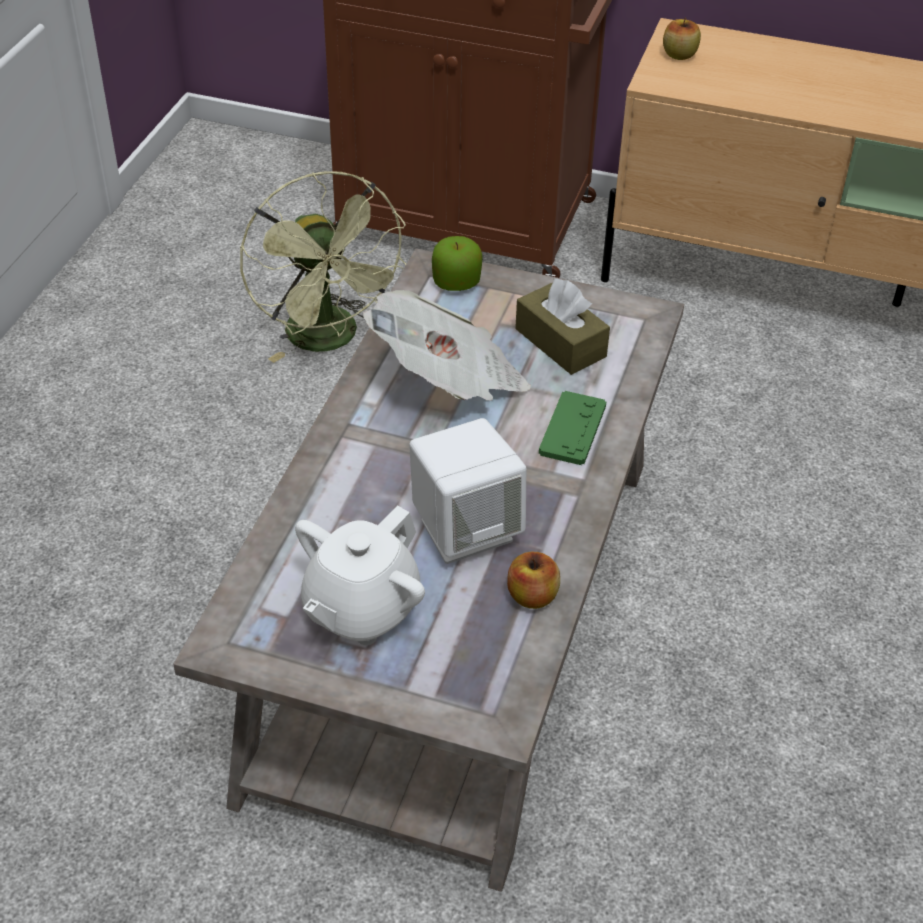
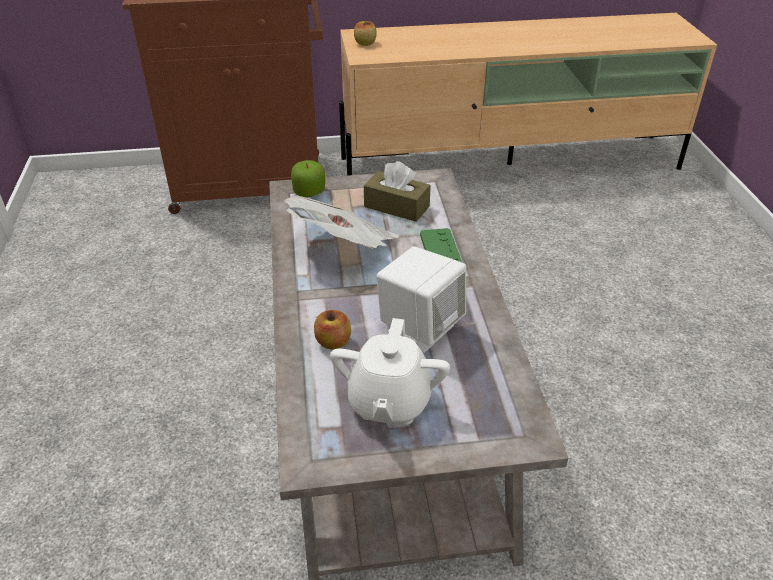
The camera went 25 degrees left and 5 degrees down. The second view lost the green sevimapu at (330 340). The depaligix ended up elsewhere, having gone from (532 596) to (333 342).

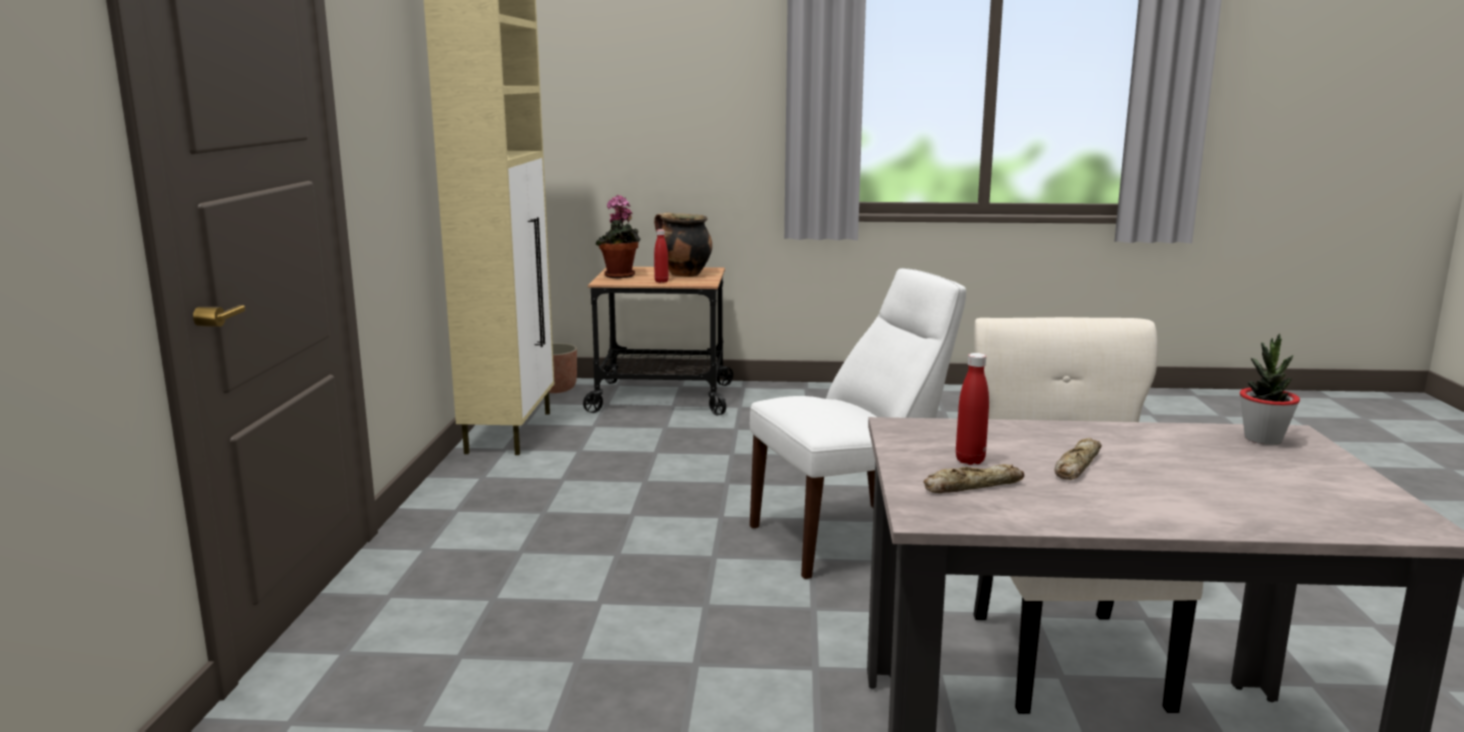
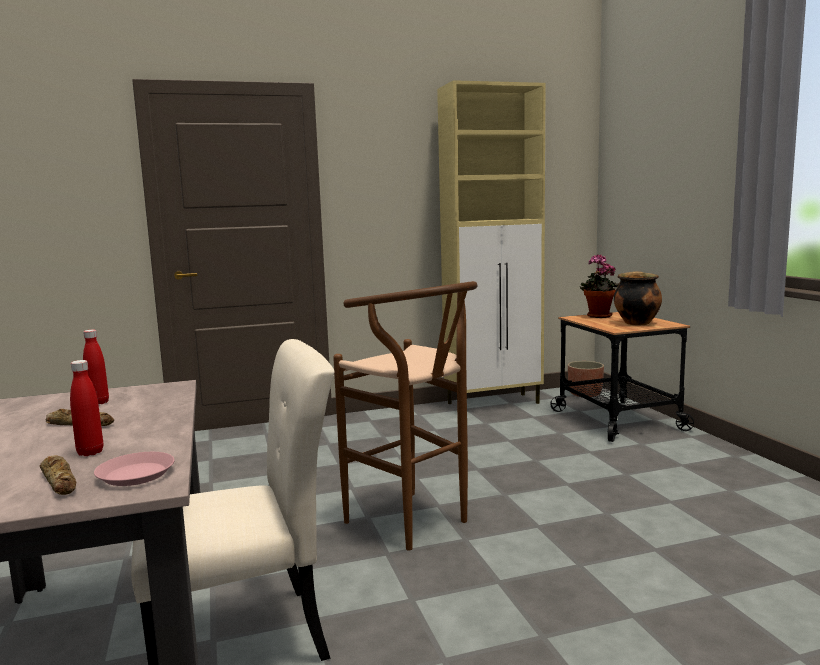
The camera went 70 degrees right and 5 degrees down. The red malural ended up elsewhere, having gone from (661 281) to (90 452). The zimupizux ended up elsewhere, having gone from (972 486) to (60 481). Where the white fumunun stood at (852 537), the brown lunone came to stand at (416 524). Where the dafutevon stood at (1263 439), the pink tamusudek came to stand at (136 474).

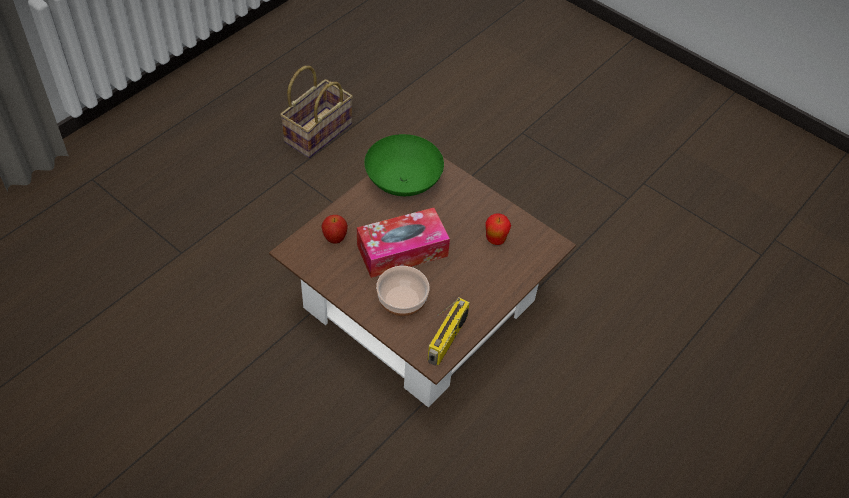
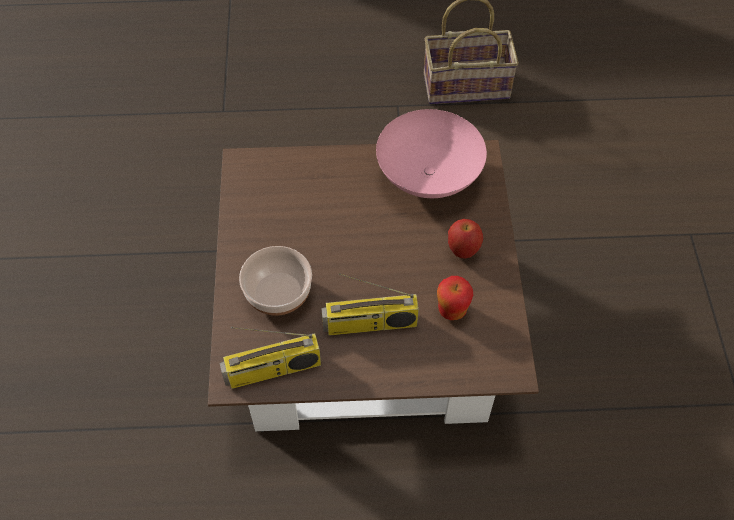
The camera went 50 degrees right and 5 degrees up. The second view lost the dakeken at (402 250). The second view gained the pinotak at (369 325). The depaligix ended up elsewhere, having gone from (335 239) to (463 251). What was the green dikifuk at (404 183) turned into the pink dikifuk at (429 178).

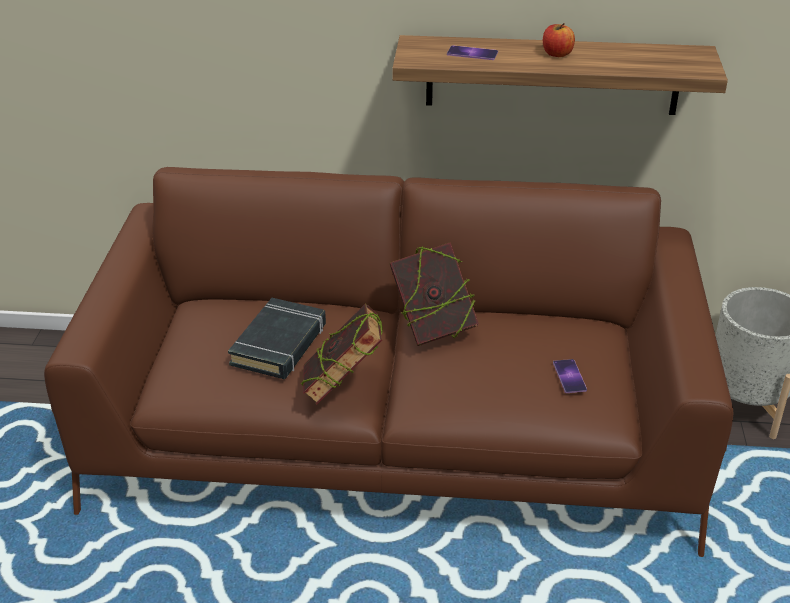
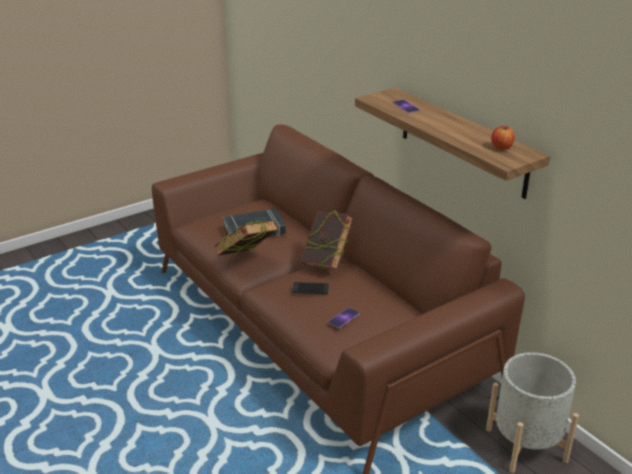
The camera went 50 degrees right and 5 degrees down. The second view gained the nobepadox at (310 289). The depaligix ended up elsewhere, having gone from (557 54) to (501 147).

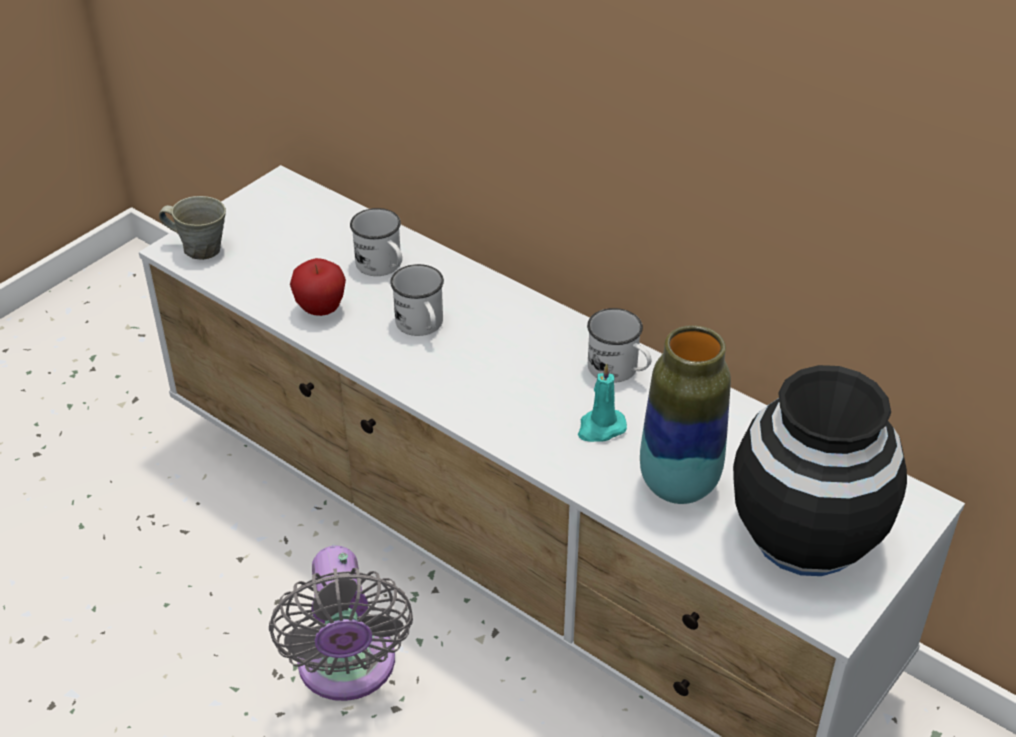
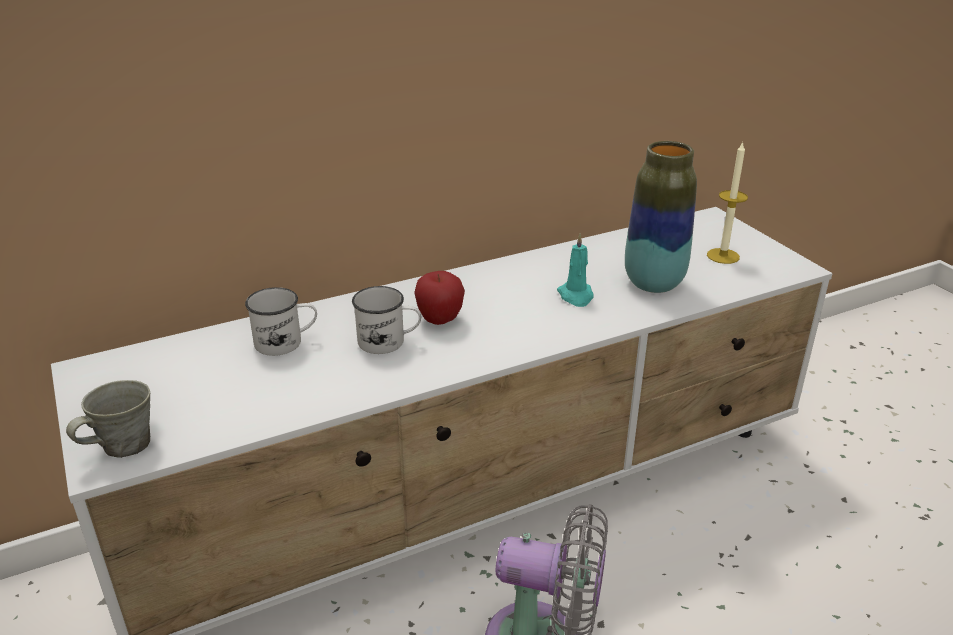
The camera went 65 degrees left and 10 degrees down. The second view lost the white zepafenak at (619 370). The depaligix ended up elsewhere, having gone from (321 310) to (440 320). Where the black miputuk stood at (805 535), the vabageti came to stand at (723 256).

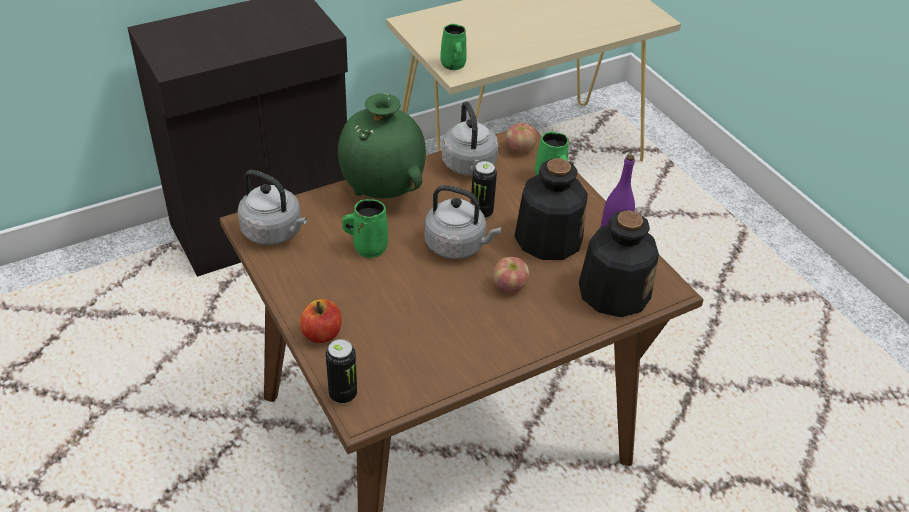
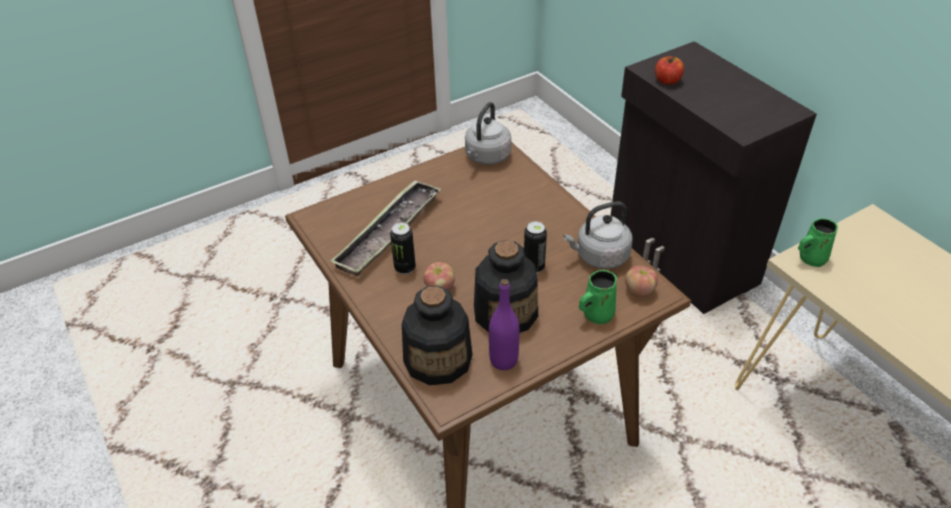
The camera went 90 degrees right and 0 degrees up. The second view lost the green miputuk at (383 191). The second view lost the green zepafenak at (368 247). The second view lost the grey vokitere at (458 245). The second view gained the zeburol at (388 232). The depaligix ended up elsewhere, having gone from (322 333) to (667 81). The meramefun ended up elsewhere, having gone from (343 394) to (405 268).

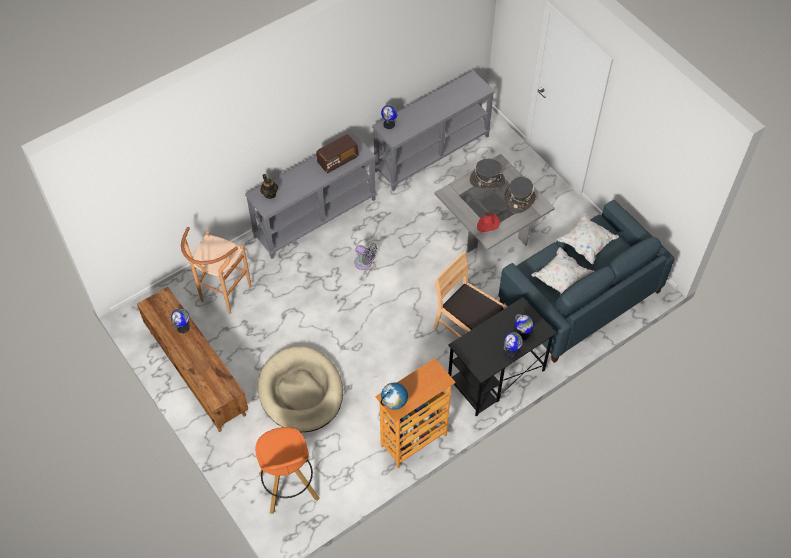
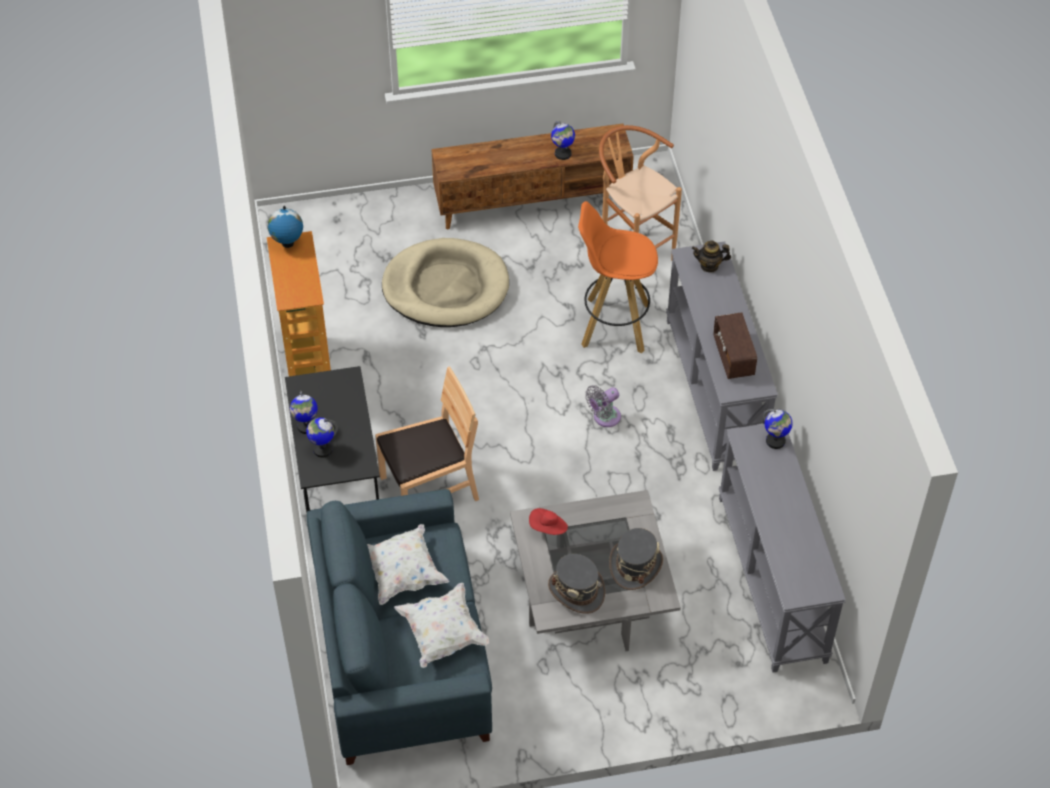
The camera went 115 degrees right and 5 degrees down. The orange lunone ended up elsewhere, having gone from (289 487) to (613 325).

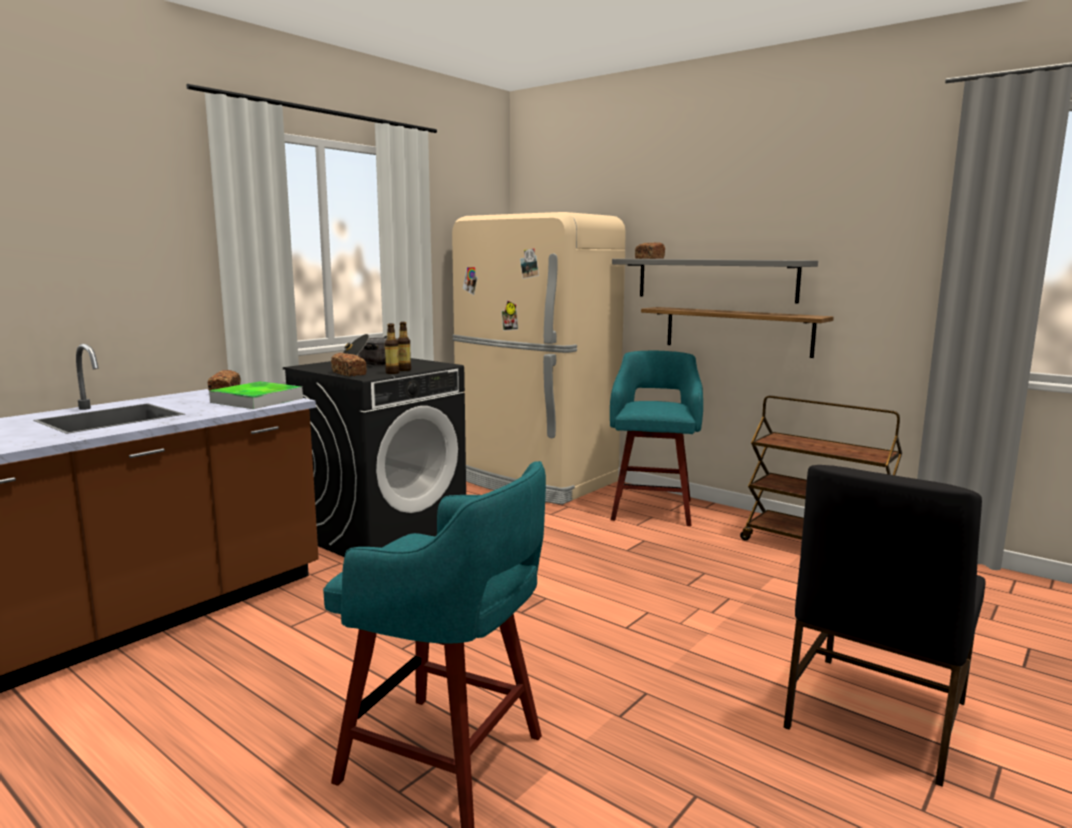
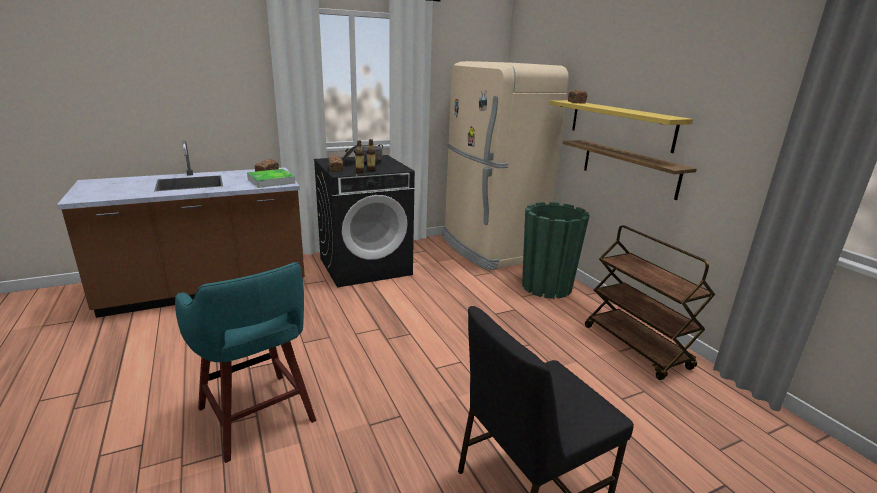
The camera went 25 degrees right and 10 degrees up. Where the turquoise lunone stood at (652 508), the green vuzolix came to stand at (546 287). What was the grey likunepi at (715 279) turned into the yellow likunepi at (620 124).

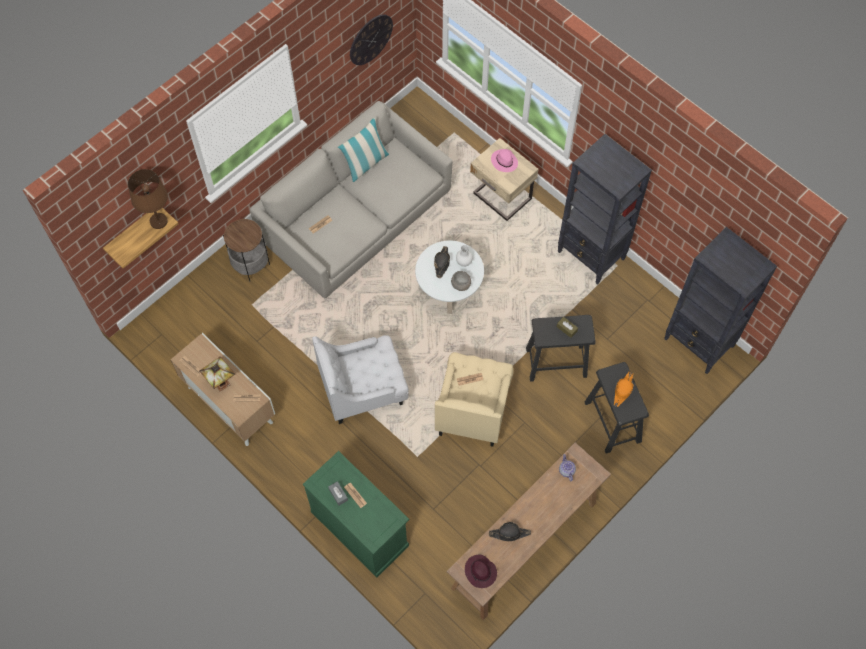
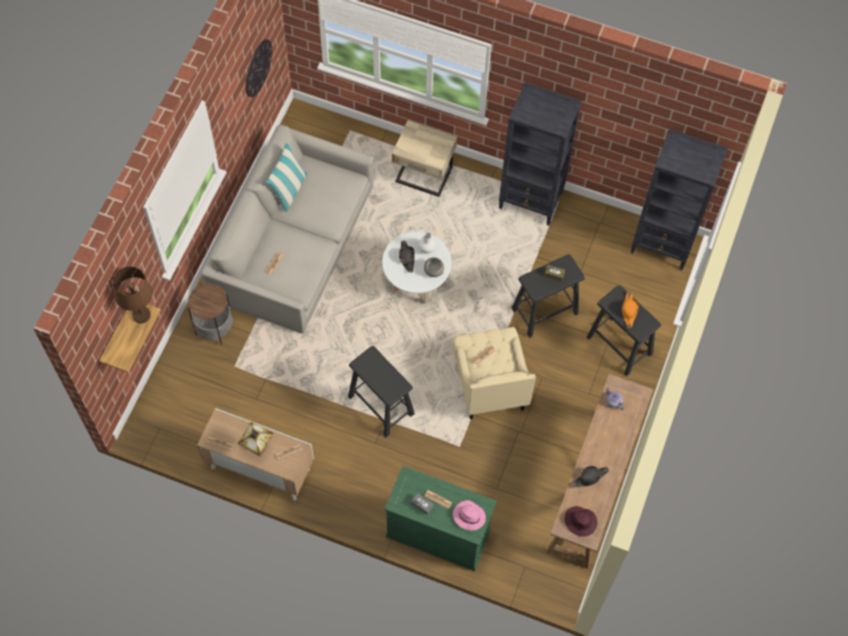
The camera went 25 degrees left and 0 degrees up. The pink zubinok ended up elsewhere, having gone from (504 161) to (468 516). Where the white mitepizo stood at (364 390), the black lunone came to stand at (380 405).

